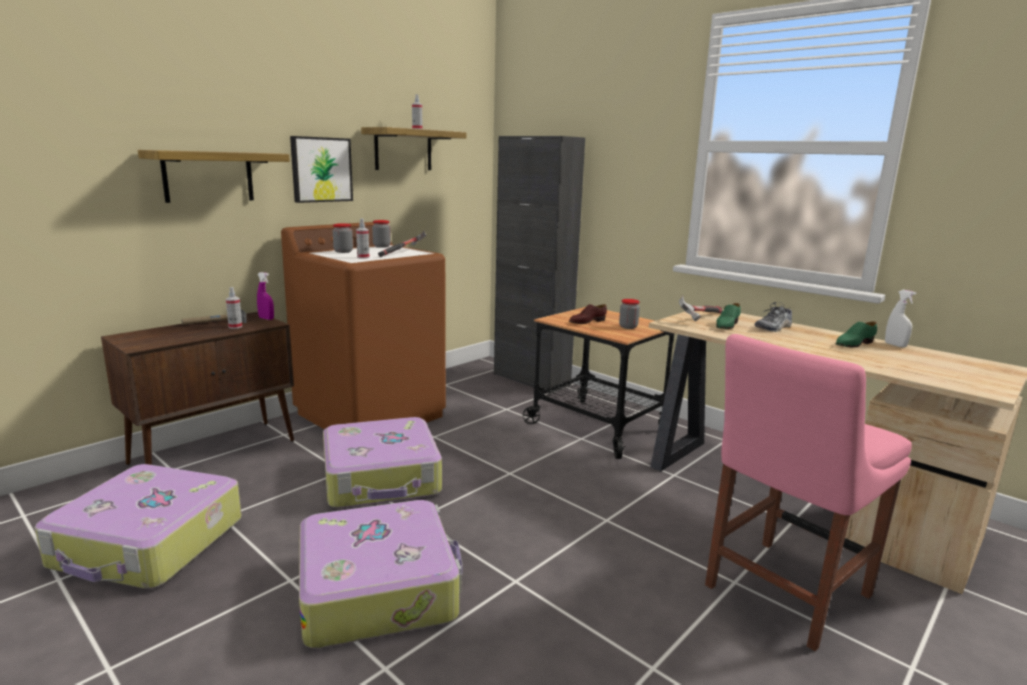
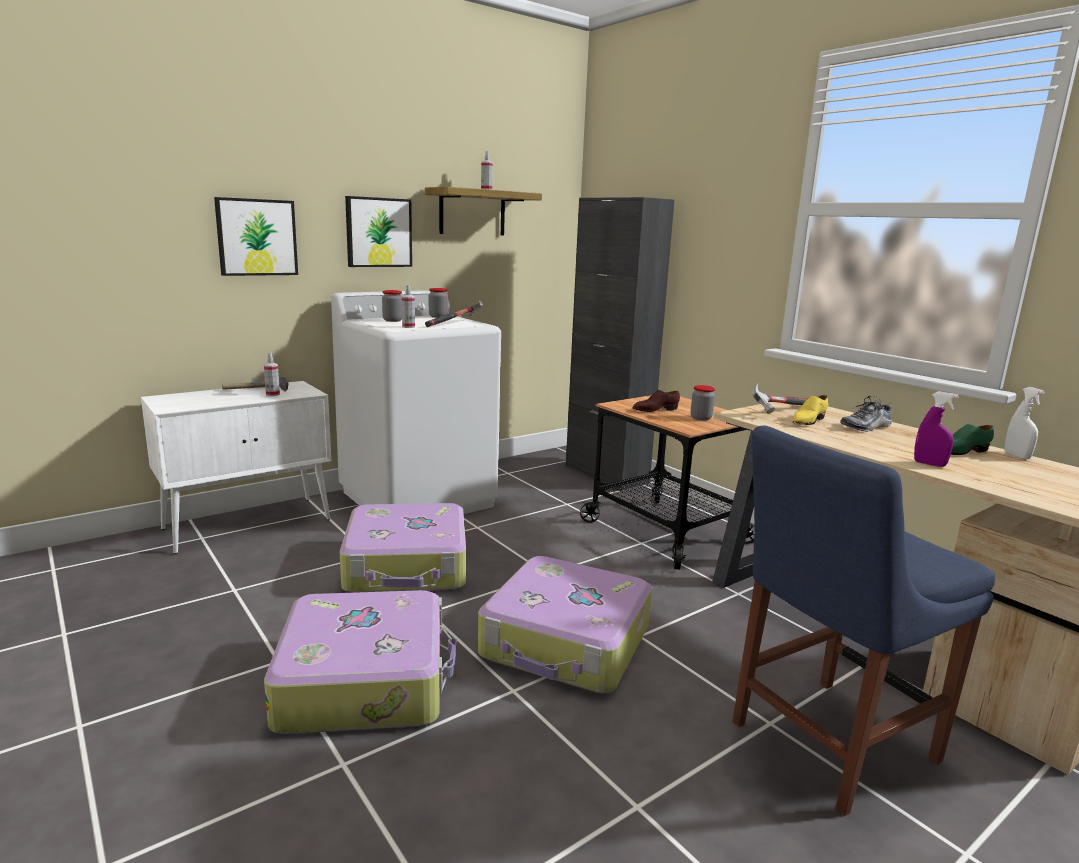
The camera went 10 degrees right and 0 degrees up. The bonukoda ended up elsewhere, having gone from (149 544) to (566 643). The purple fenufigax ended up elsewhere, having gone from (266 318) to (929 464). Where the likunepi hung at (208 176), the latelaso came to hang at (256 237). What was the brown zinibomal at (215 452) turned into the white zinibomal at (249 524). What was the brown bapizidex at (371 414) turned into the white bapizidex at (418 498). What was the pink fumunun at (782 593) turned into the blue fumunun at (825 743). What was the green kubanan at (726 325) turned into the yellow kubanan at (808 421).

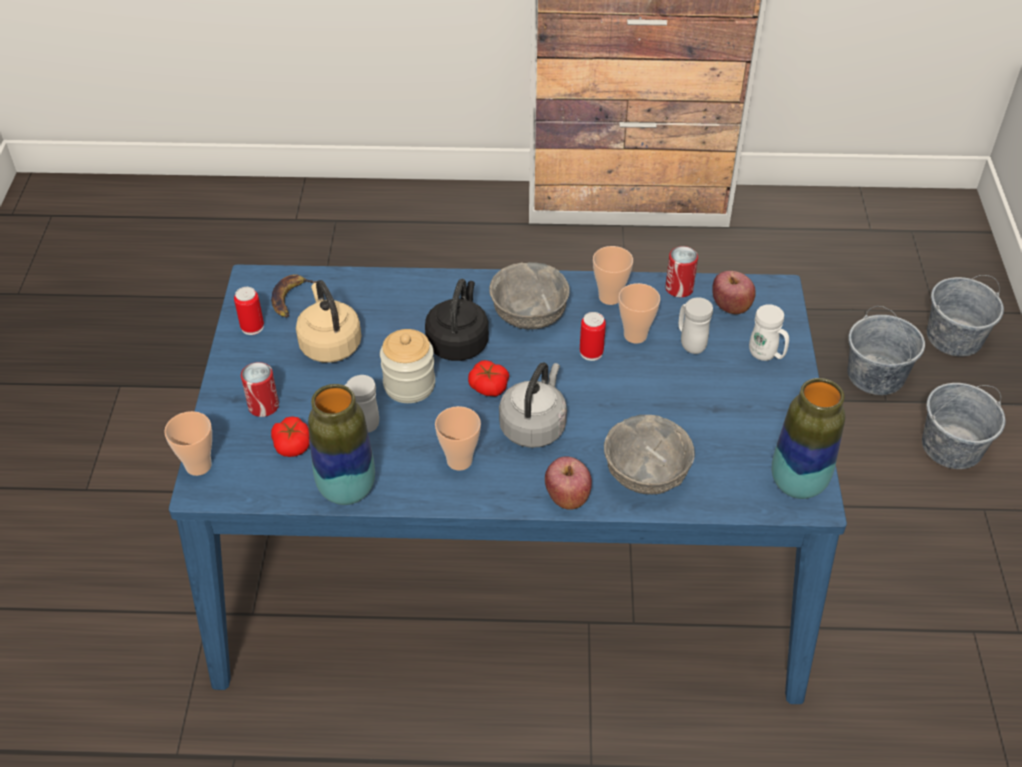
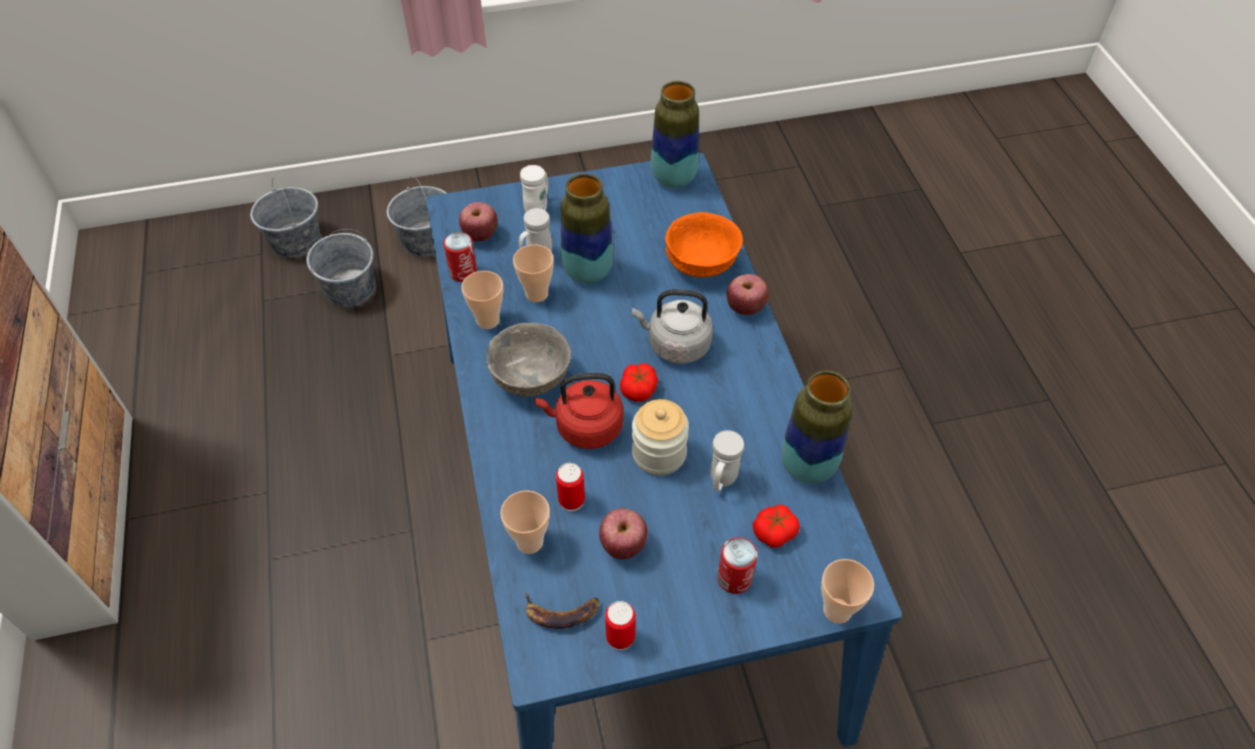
The camera went 105 degrees left and 5 degrees up. The second view gained the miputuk at (587 272). The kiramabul ended up elsewhere, having gone from (459 460) to (529 542). The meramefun ended up elsewhere, having gone from (591 352) to (571 500). Where the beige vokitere stood at (329 344), the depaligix came to stand at (623 545). What was the black vokitere at (458 342) turned into the red vokitere at (585 427). What was the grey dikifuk at (644 474) turned into the orange dikifuk at (701 264).

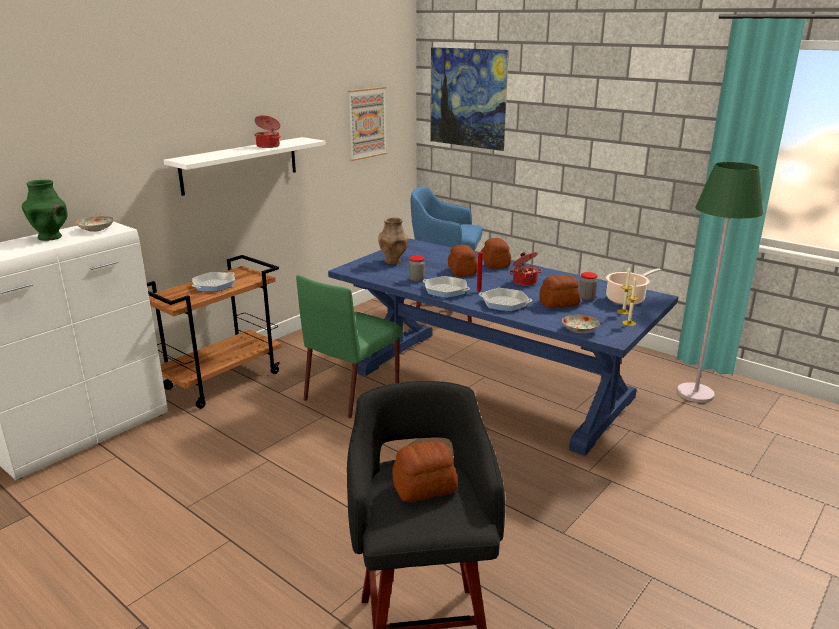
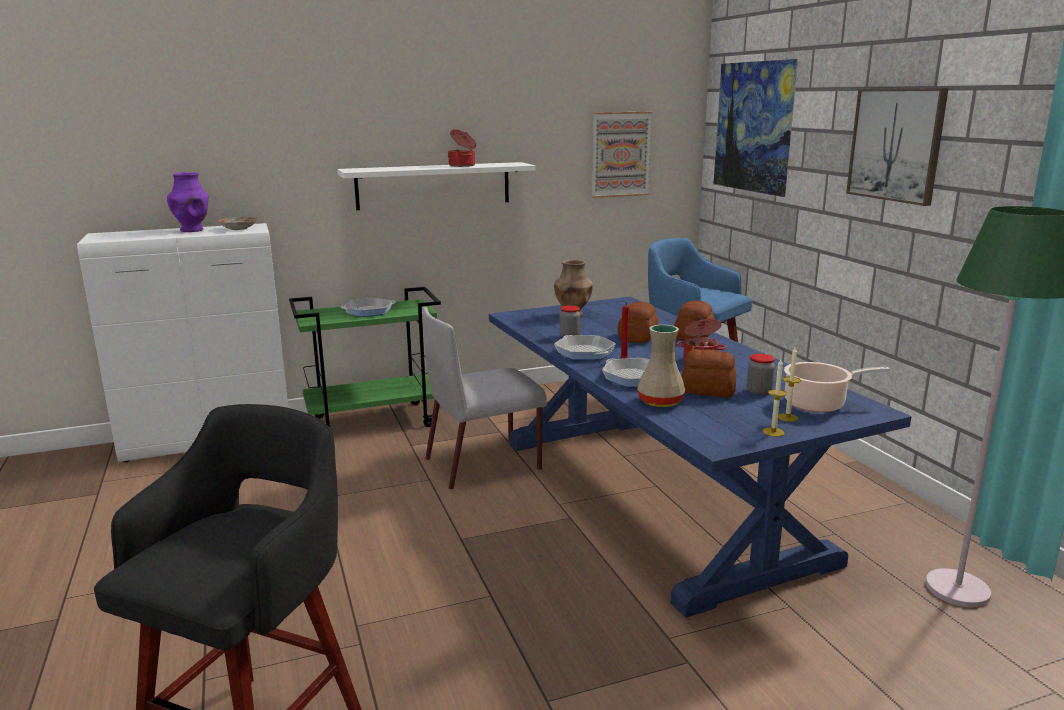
The camera went 30 degrees right and 5 degrees down. The second view lost the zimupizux at (423 487). The second view lost the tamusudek at (579 330). The second view gained the beige miputuk at (661 402). The second view gained the latelaso at (896 144). What was the green miputuk at (51 237) turned into the purple miputuk at (192 230). What was the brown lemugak at (223 380) turned into the green lemugak at (374 421). What was the green fumunun at (353 392) turned into the grey fumunun at (485 463).

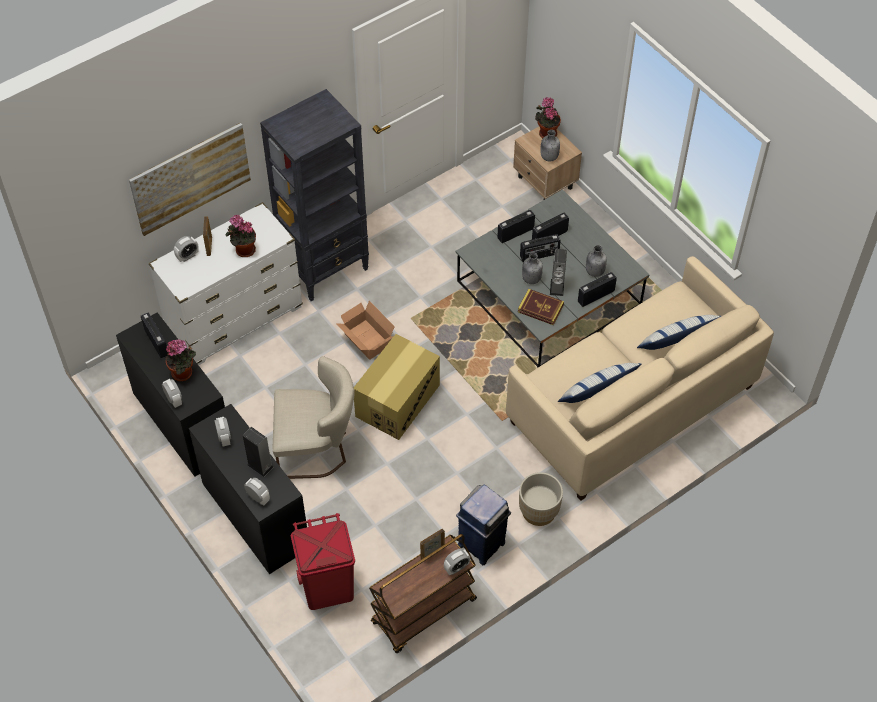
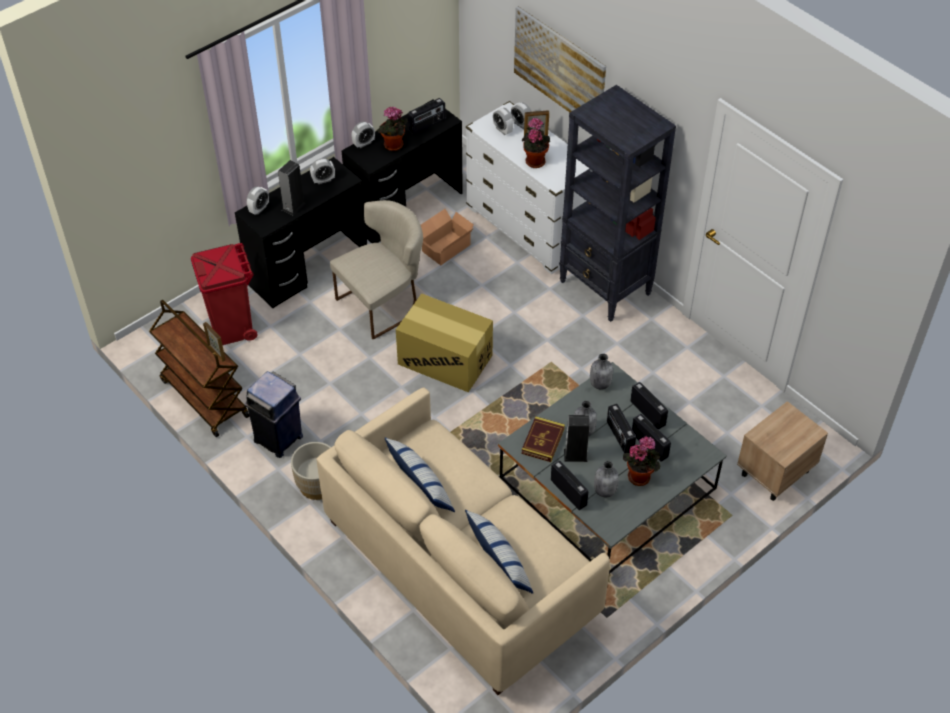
The camera went 85 degrees right and 5 degrees down. The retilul ended up elsewhere, having gone from (367 341) to (444 247). The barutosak ended up elsewhere, having gone from (456 568) to (502 130). The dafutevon ended up elsewhere, having gone from (546 133) to (640 475). The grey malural ended up elsewhere, having gone from (548 157) to (600 383). The beige fumunun at (316 448) ended up facing another way, 120 degrees counterclockwise from before.

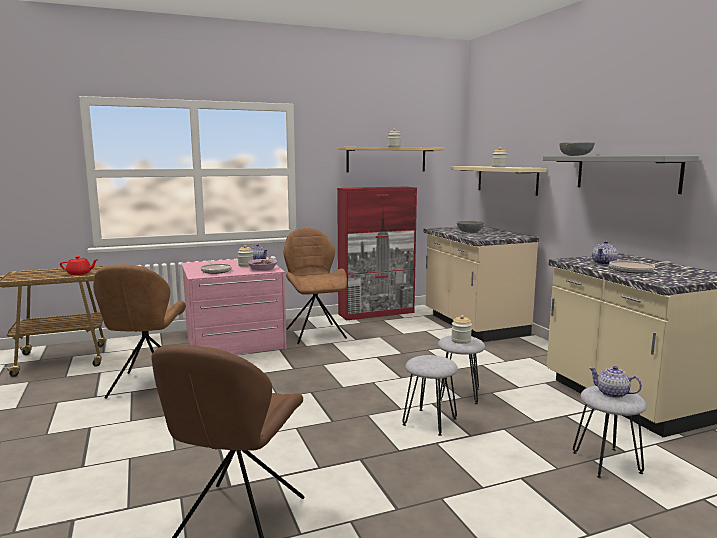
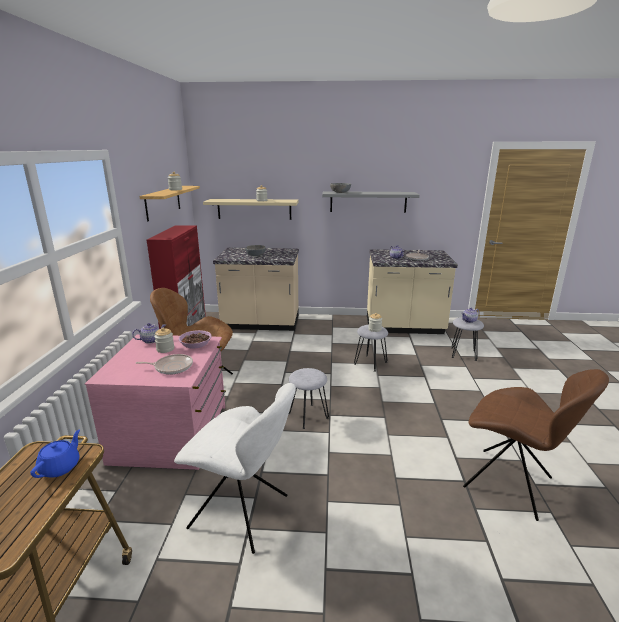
The camera went 65 degrees left and 10 degrees up. The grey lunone ended up elsewhere, having gone from (430 422) to (308 416). What was the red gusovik at (79 273) turned into the blue gusovik at (61 467). What was the brown fumunun at (148 386) turned into the white fumunun at (242 513).

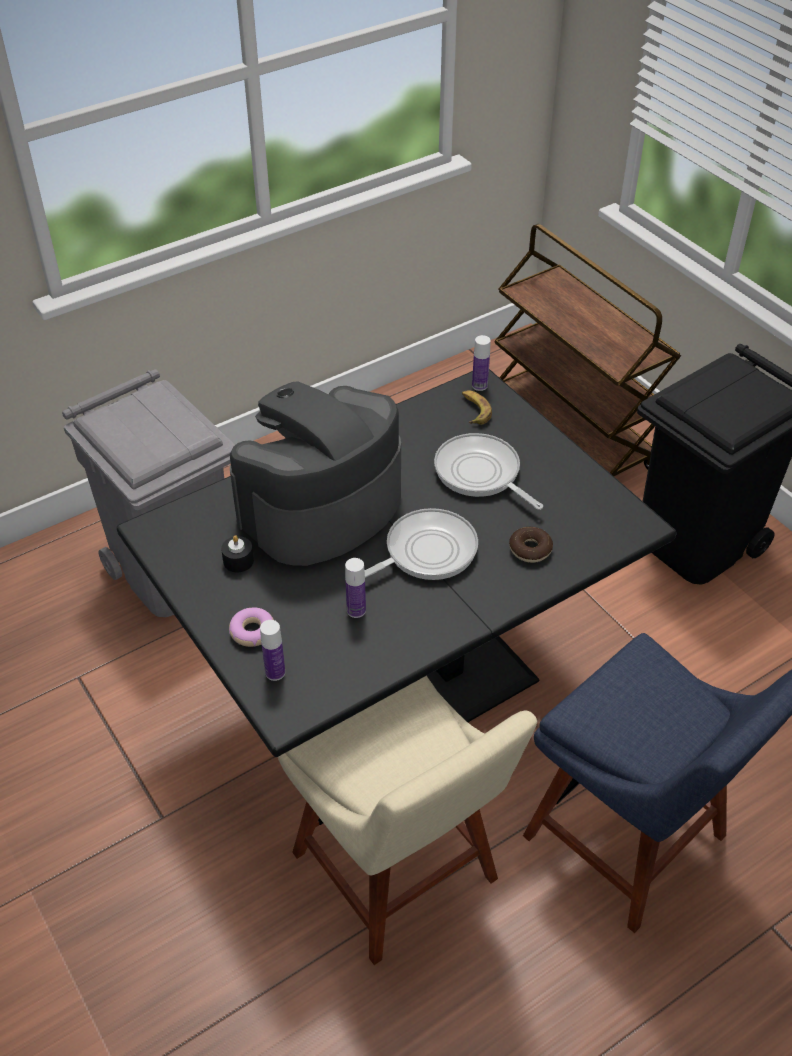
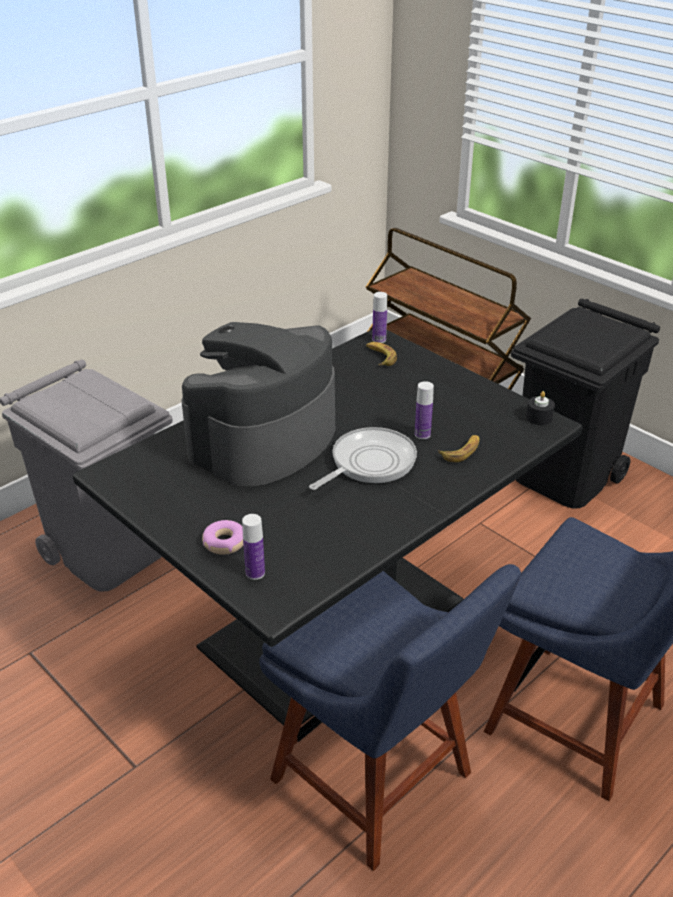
The camera went 10 degrees left and 10 degrees down. The second view lost the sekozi at (480 474). The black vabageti ended up elsewhere, having gone from (238 561) to (539 417). The malural ended up elsewhere, having gone from (356 610) to (422 434). Where the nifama stood at (530 549), the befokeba came to stand at (461 451). What was the beige fumunun at (400 874) turned into the blue fumunun at (378 782).

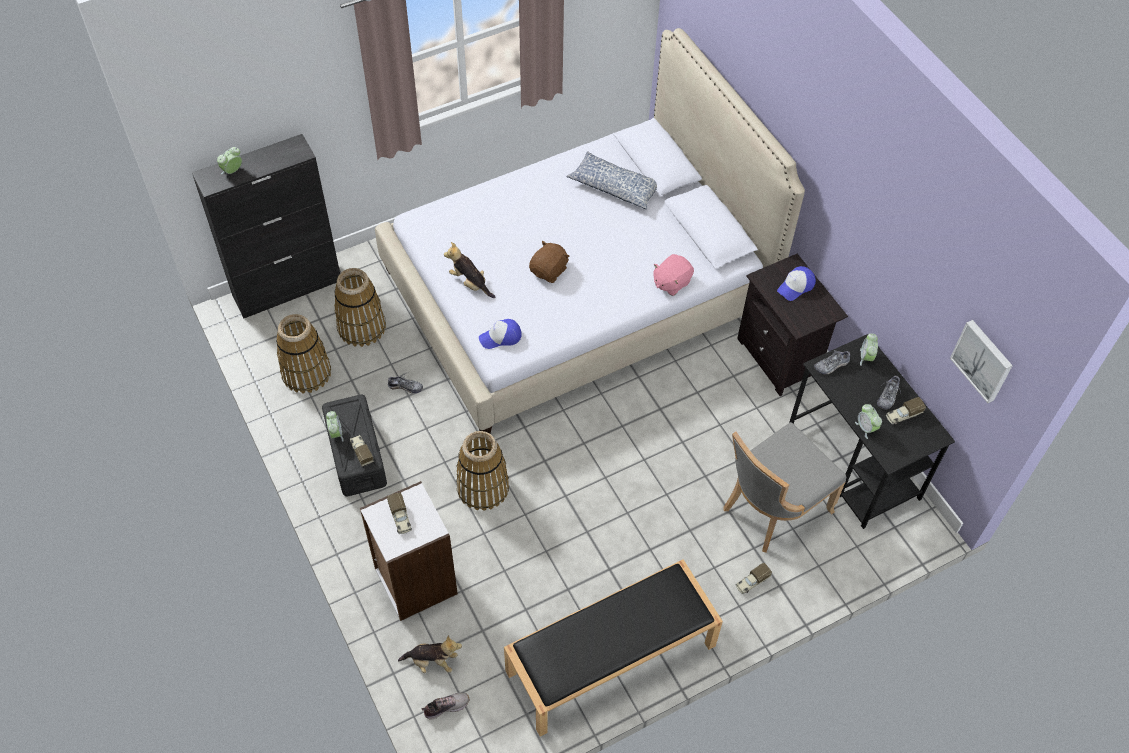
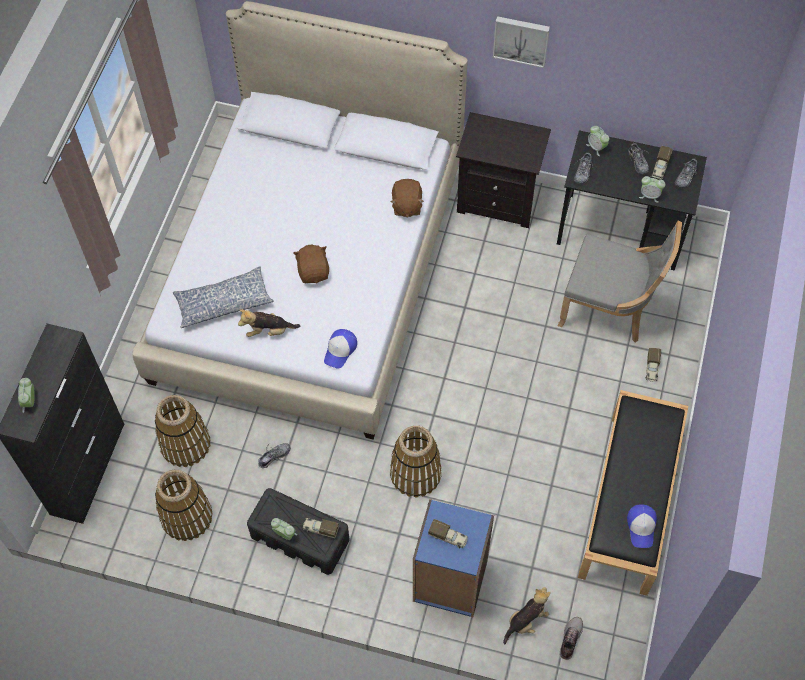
The camera went 45 degrees left and 5 degrees up. The second view gained the kubanan at (685 177). The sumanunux ended up elsewhere, having gone from (615 186) to (223 302). The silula ended up elsewhere, having gone from (796 286) to (641 527). The latelaso ended up elsewhere, having gone from (983 360) to (521 40). What was the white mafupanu at (415 581) turned into the blue mafupanu at (449 582). What was the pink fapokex at (671 282) turned into the brown fapokex at (406 206). The grey fumunun at (771 509) ended up facing another way, 75 degrees counterclockwise from before.

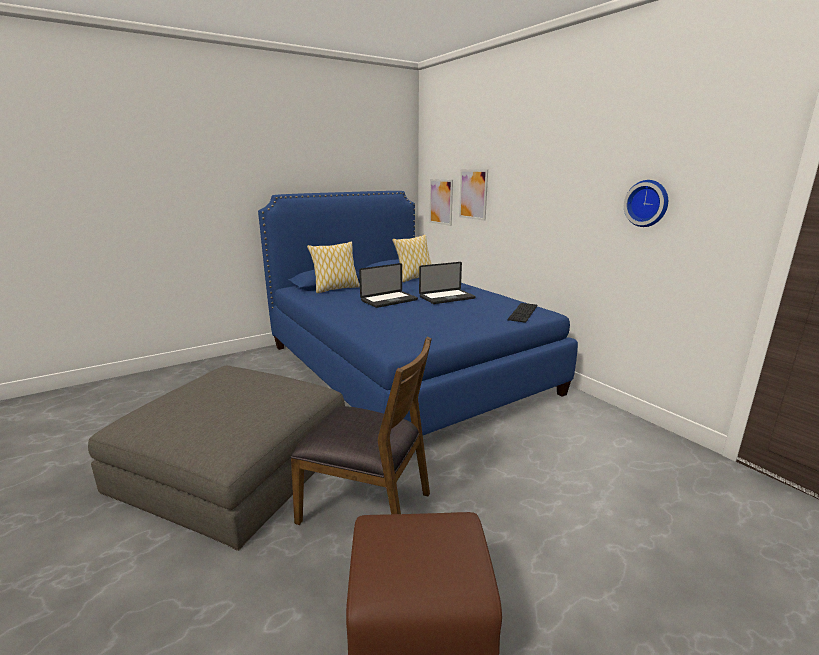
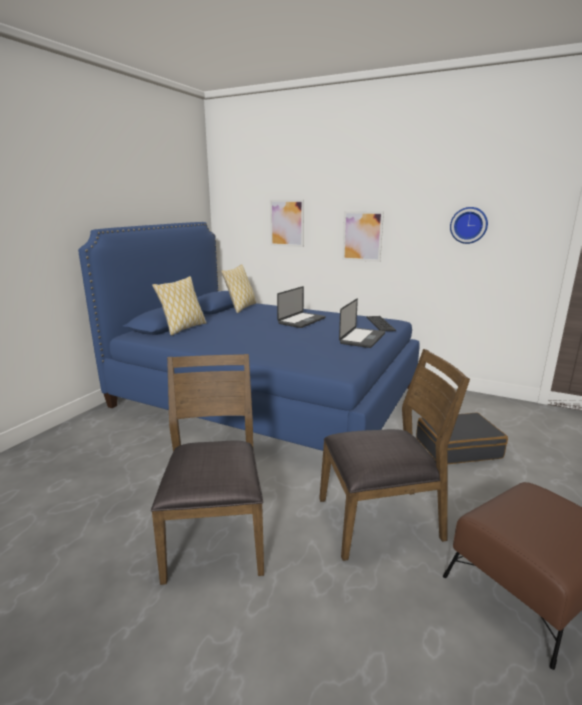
The camera went 30 degrees left and 0 degrees up. The second view gained the black bonukoda at (457 448). The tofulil ended up elsewhere, having gone from (389 300) to (362 338). The latelaso ended up elsewhere, having gone from (441 202) to (362 236). Where the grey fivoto stood at (234 465), the brown fumunun came to stand at (216 535).

